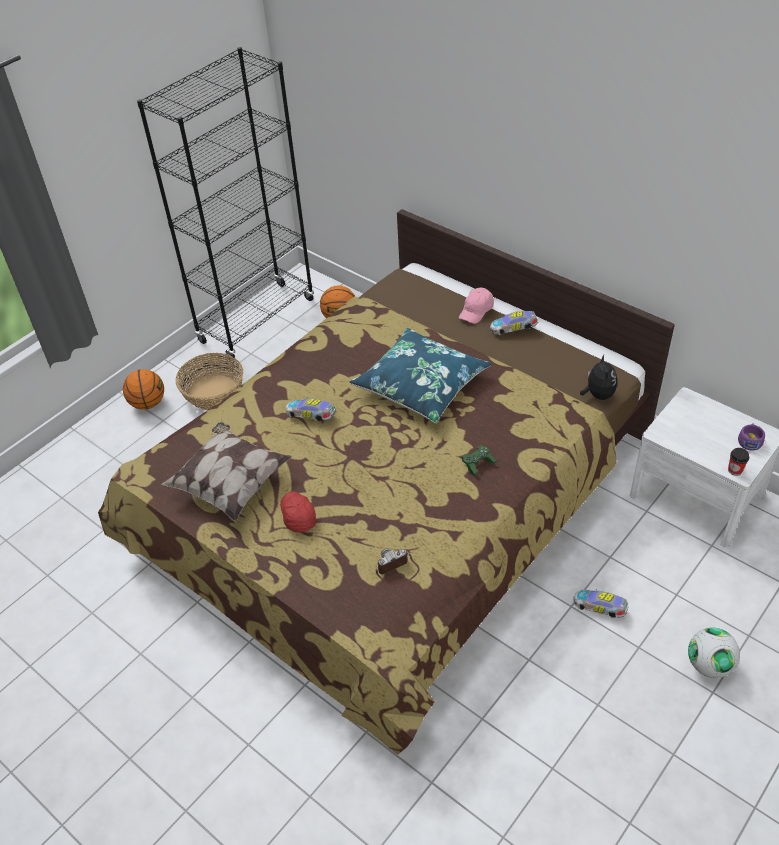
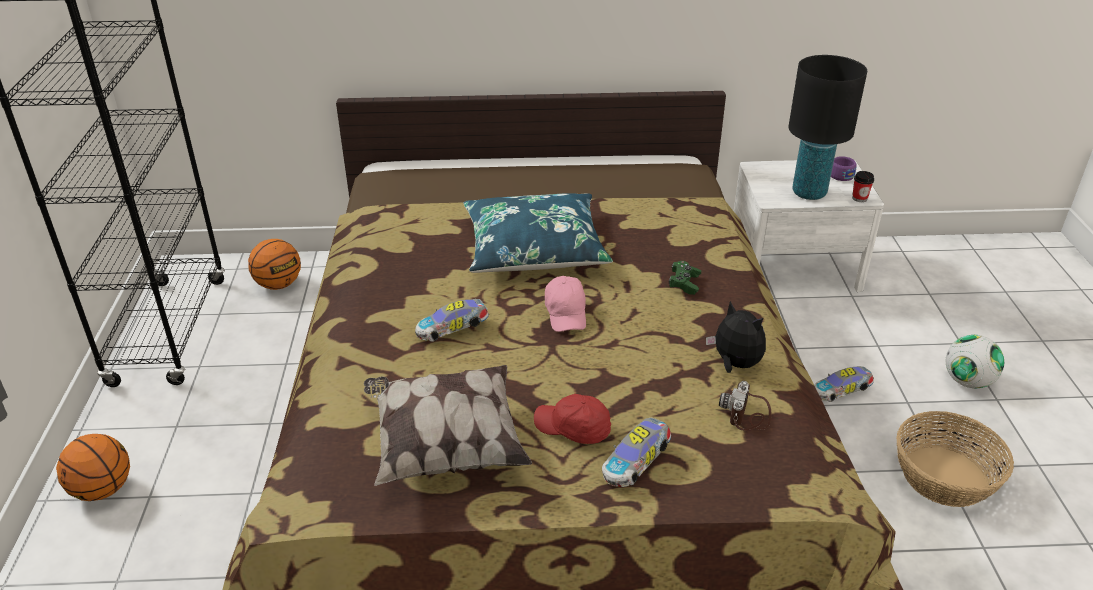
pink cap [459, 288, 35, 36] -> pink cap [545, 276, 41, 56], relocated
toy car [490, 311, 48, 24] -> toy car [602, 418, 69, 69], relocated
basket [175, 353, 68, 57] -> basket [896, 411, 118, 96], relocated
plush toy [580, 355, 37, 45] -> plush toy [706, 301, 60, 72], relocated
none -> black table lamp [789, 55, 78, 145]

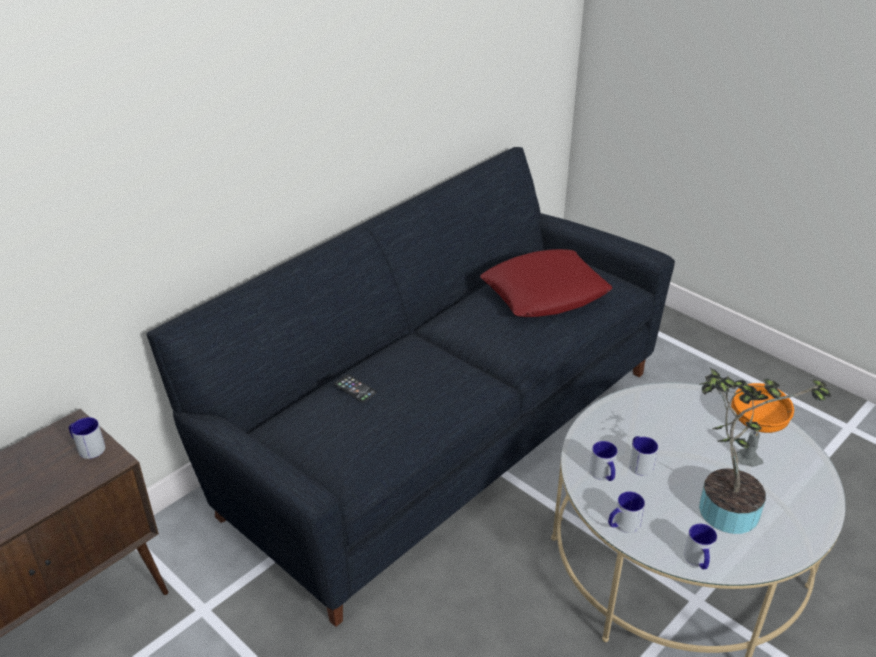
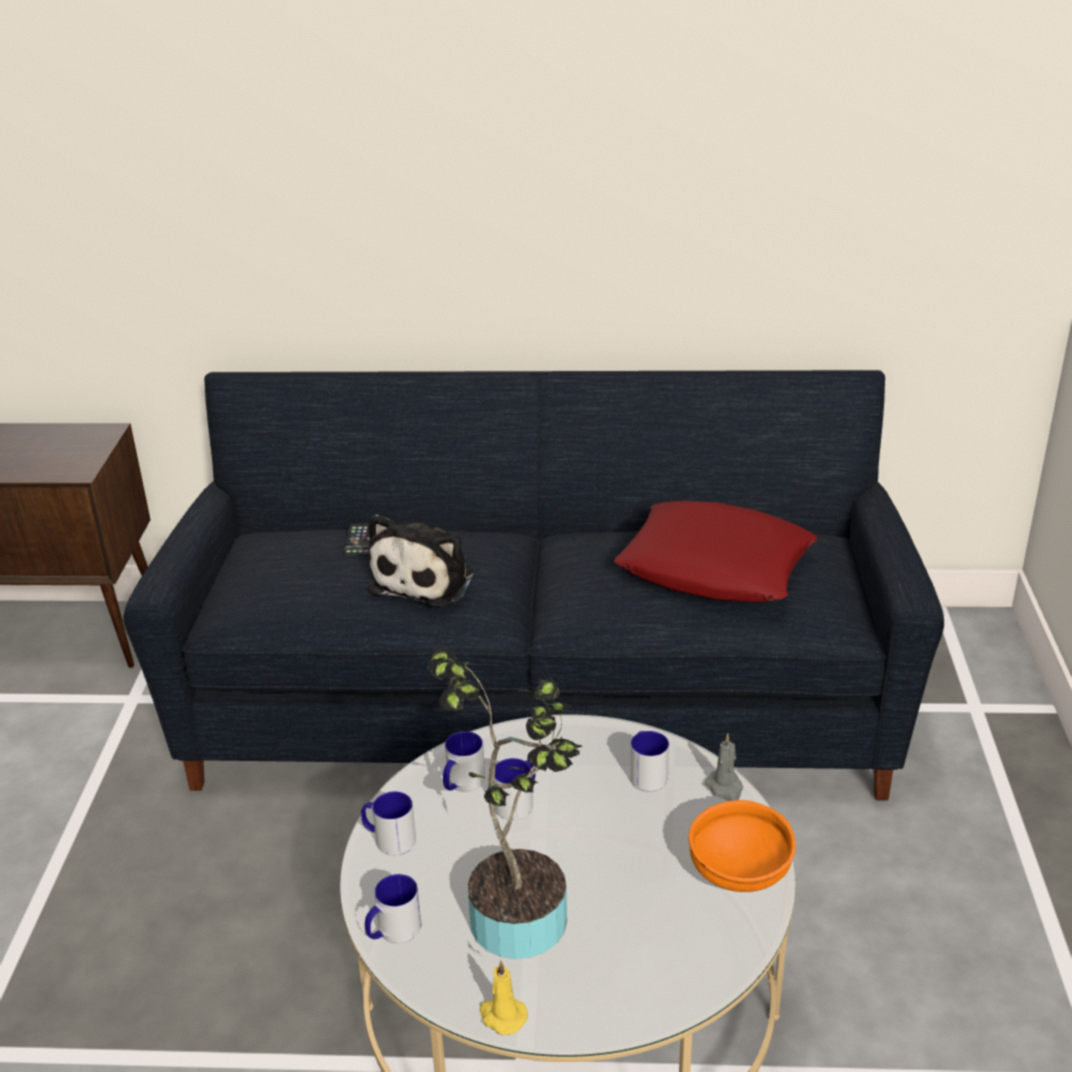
mug [69, 417, 36, 42] -> mug [630, 731, 39, 60], relocated
grey candle [737, 431, 26, 36] -> grey candle [705, 733, 38, 68], relocated
none -> plush toy [368, 514, 106, 93]
none -> yellow candle [480, 960, 48, 75]

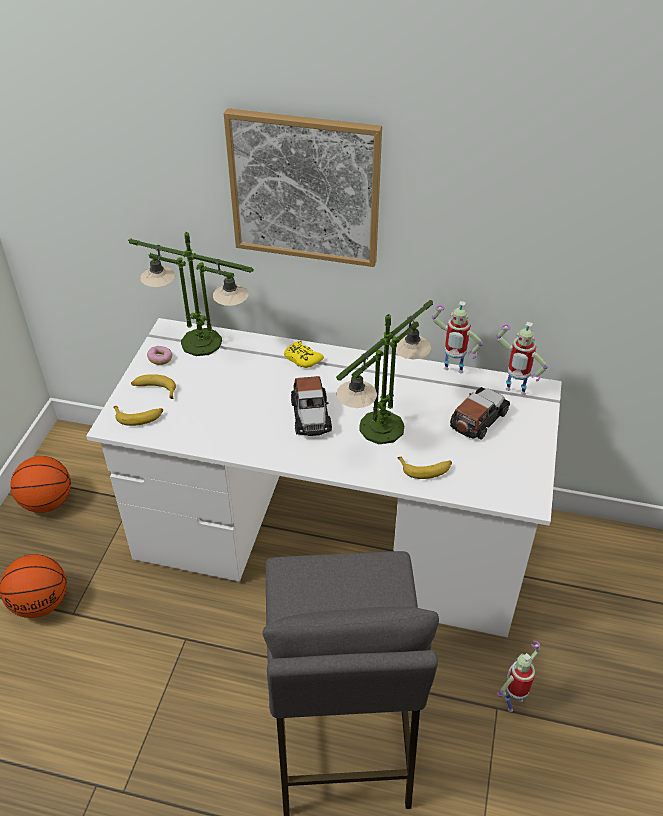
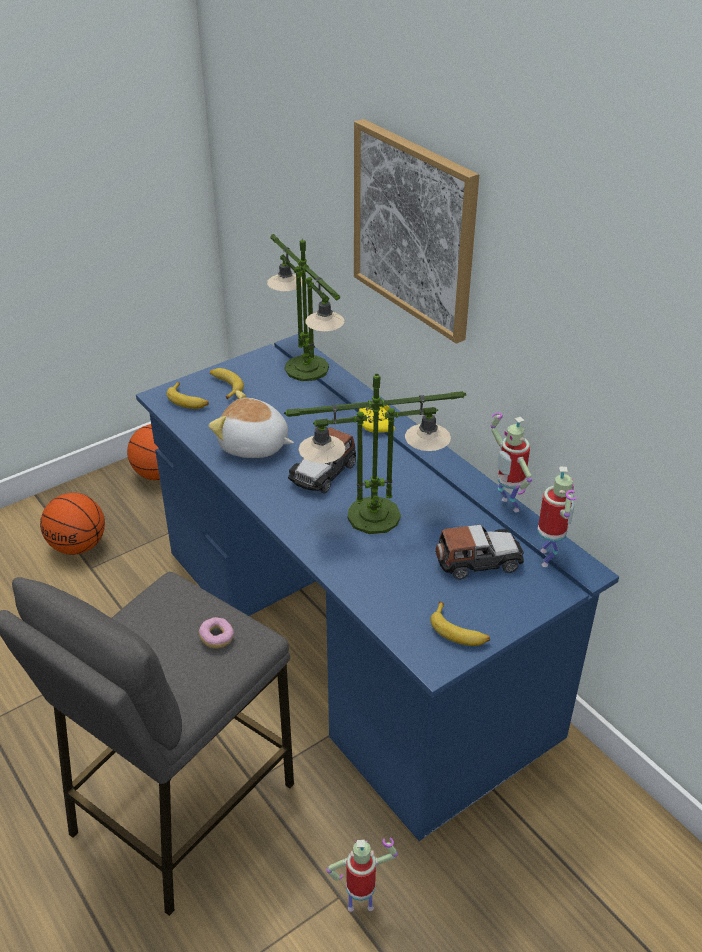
white desk [86, 318, 476, 319] -> blue desk [136, 334, 483, 507]
toy robot [497, 322, 51, 73] -> toy robot [537, 466, 40, 101], 150 degrees counterclockwise
donut [147, 346, 25, 19] -> donut [199, 617, 35, 31], relocated
banana [398, 457, 54, 22] -> banana [431, 601, 59, 45], relocated
none -> plush toy [209, 390, 85, 68]

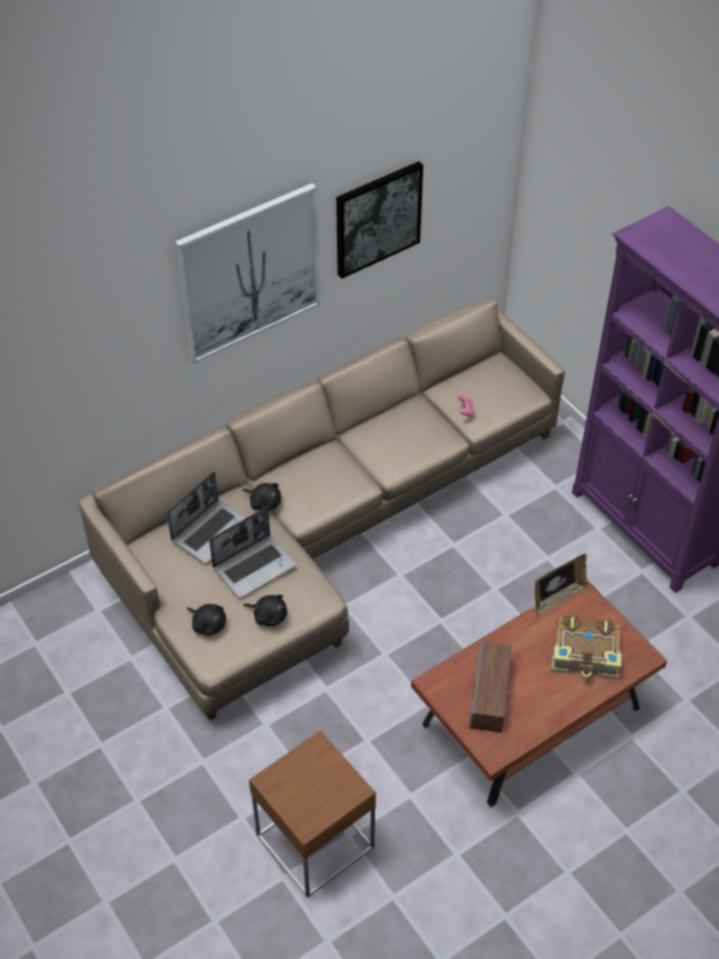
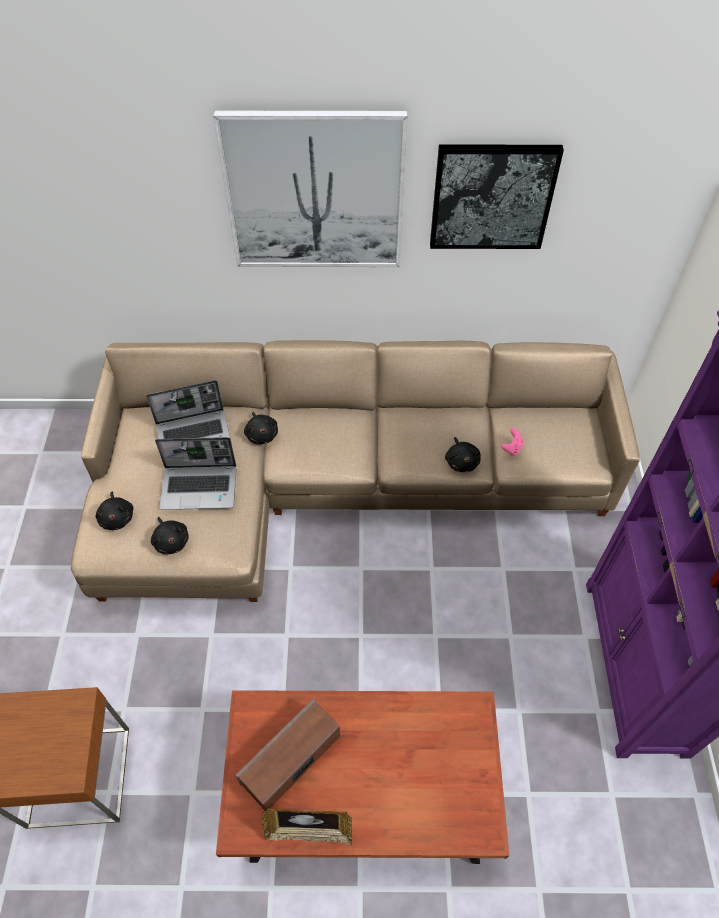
picture frame [535, 554, 53, 62] -> picture frame [261, 809, 91, 36], relocated
book [552, 615, 69, 64] -> none
none -> black plush toy [445, 437, 36, 35]

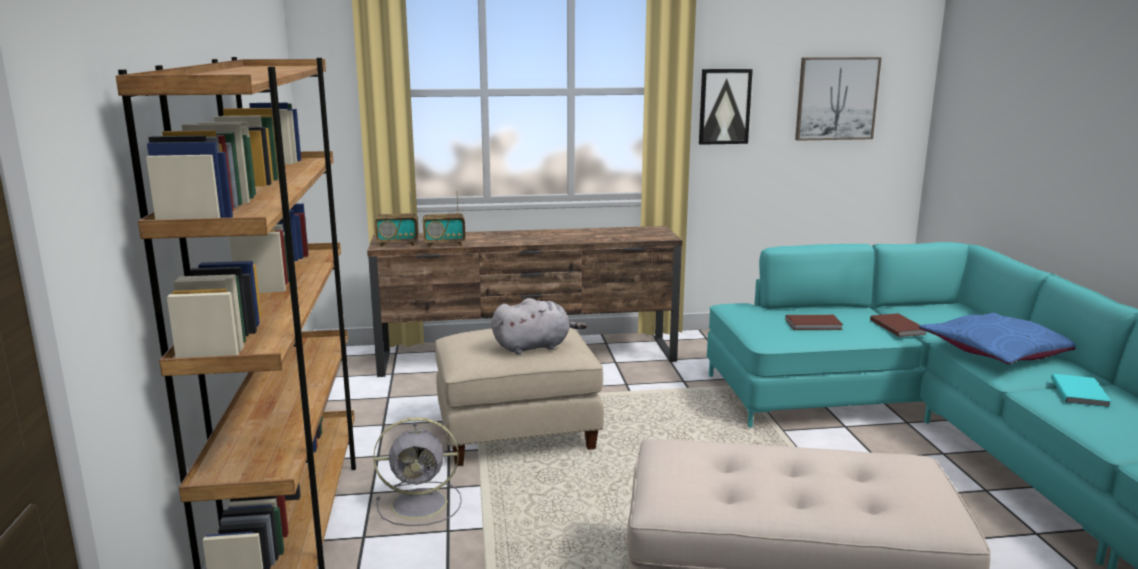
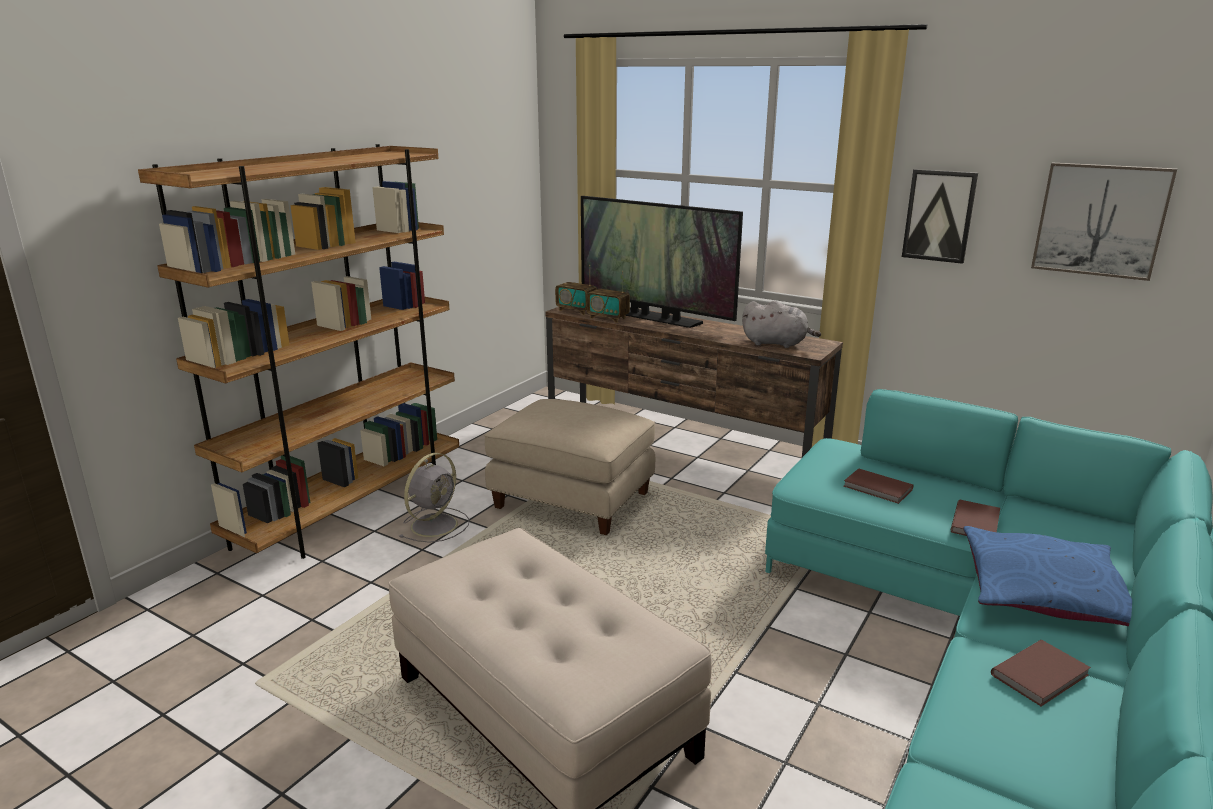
grey plush toy [491, 298, 96, 57] -> grey plush toy [742, 301, 79, 47], relocated
turquoise book [1051, 374, 61, 34] -> brown book [991, 640, 100, 66]
grey fan [373, 417, 89, 109] -> grey fan [399, 453, 70, 90], 90 degrees counterclockwise
none -> television [581, 196, 162, 132]

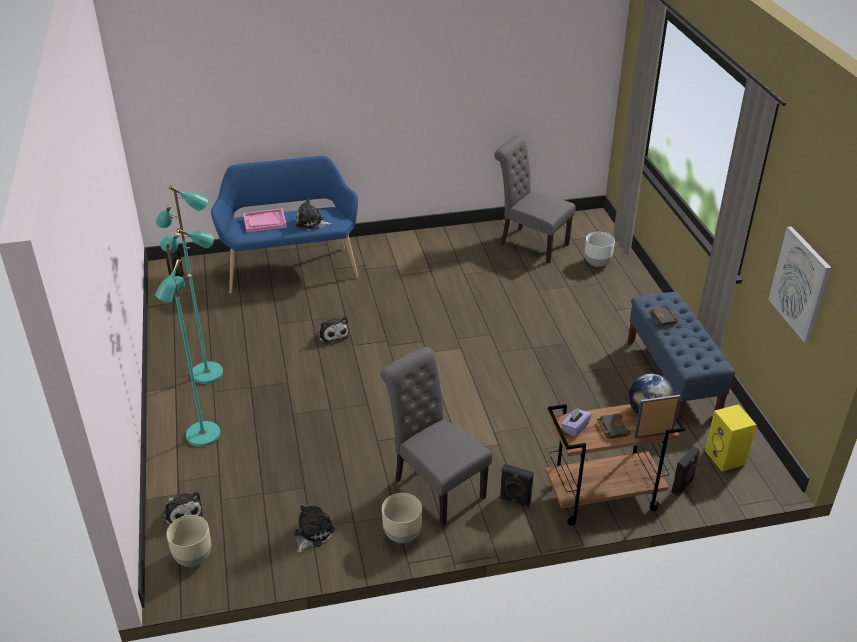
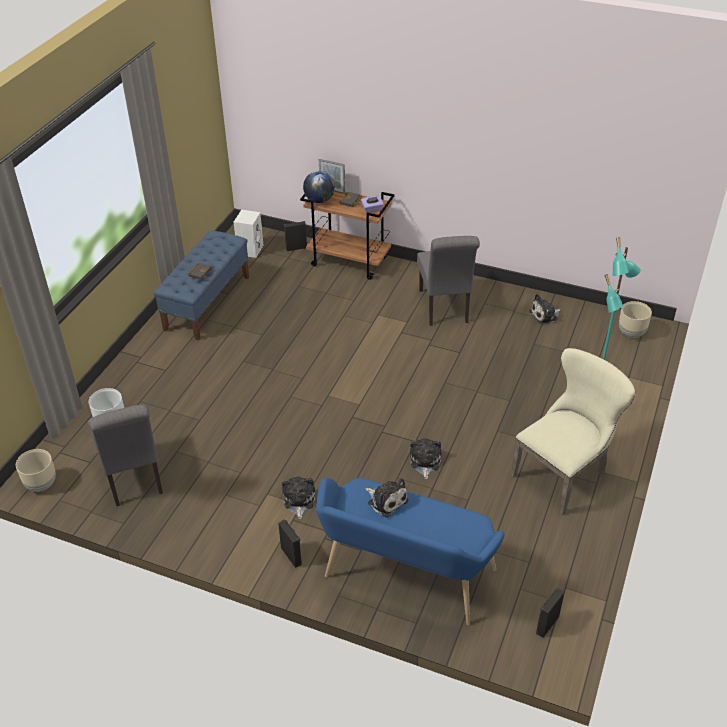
turquoise floor lamp [156, 185, 67, 199] -> beige chair [510, 348, 126, 167]
pink tray [243, 208, 44, 25] -> none
picture [768, 226, 63, 117] -> none
yellow speaker [705, 404, 52, 67] -> white speaker [234, 210, 29, 48]
black speaker [500, 464, 34, 43] -> black speaker [278, 519, 24, 49], relocated
plush toy [163, 492, 40, 33] -> plush toy [282, 477, 33, 42], relocated
beige planter [382, 493, 40, 50] -> beige planter [16, 449, 40, 43], relocated

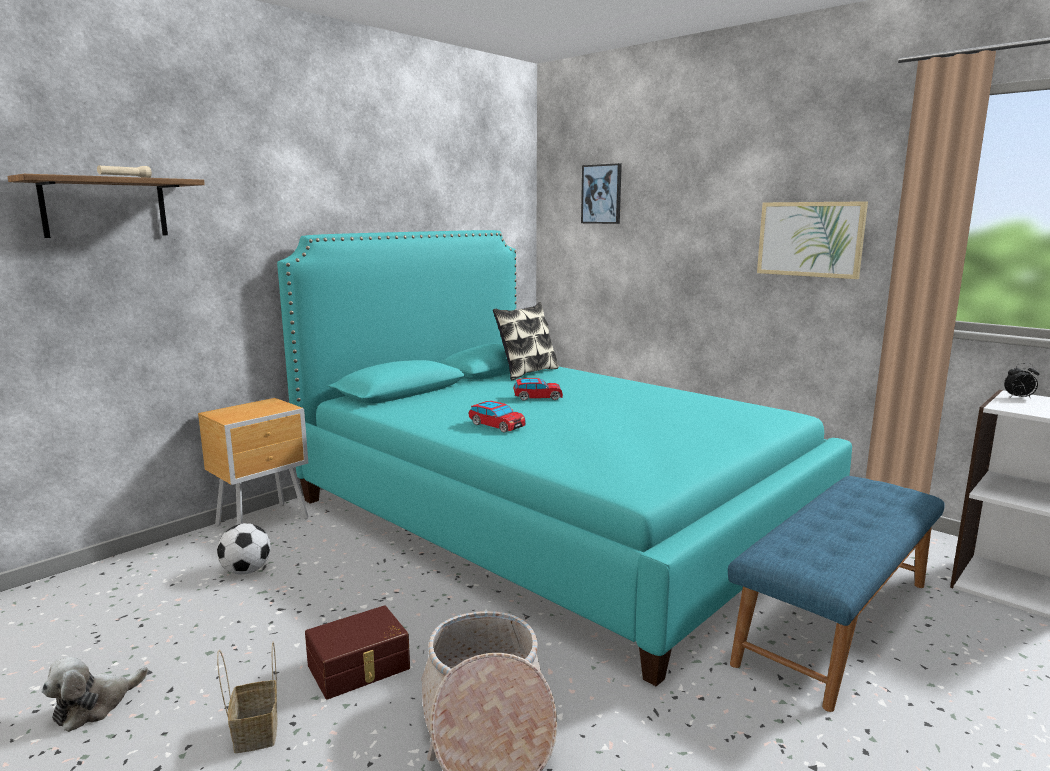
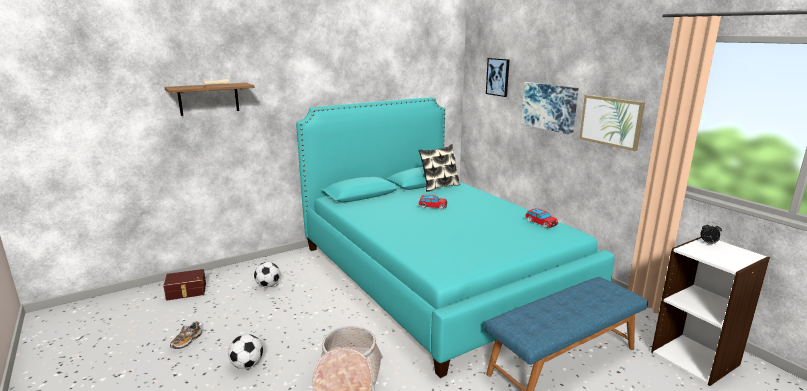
brown nightstand [198, 398, 110, 128] -> none
toy car [469, 401, 57, 32] -> toy car [525, 208, 33, 20], relocated
brown storage box [305, 605, 105, 94] -> brown storage box [163, 269, 43, 32], relocated
basket [217, 641, 61, 112] -> football [228, 334, 35, 35]
plush toy [41, 657, 107, 75] -> shoe [170, 321, 32, 28]
none -> picture [521, 82, 57, 53]

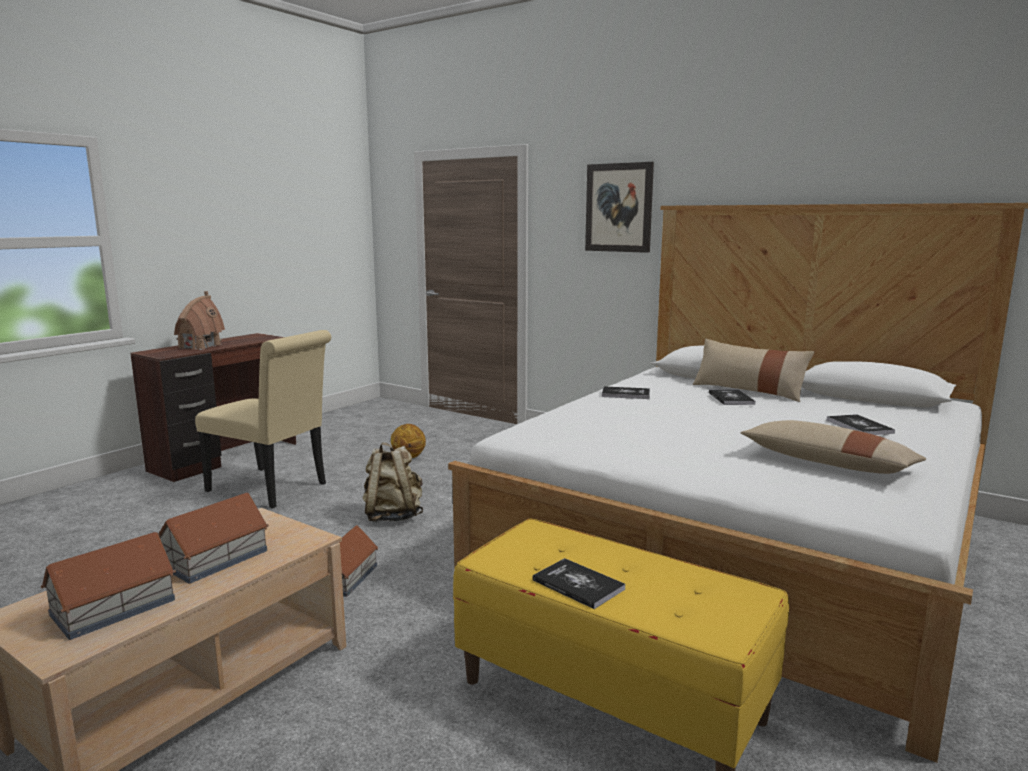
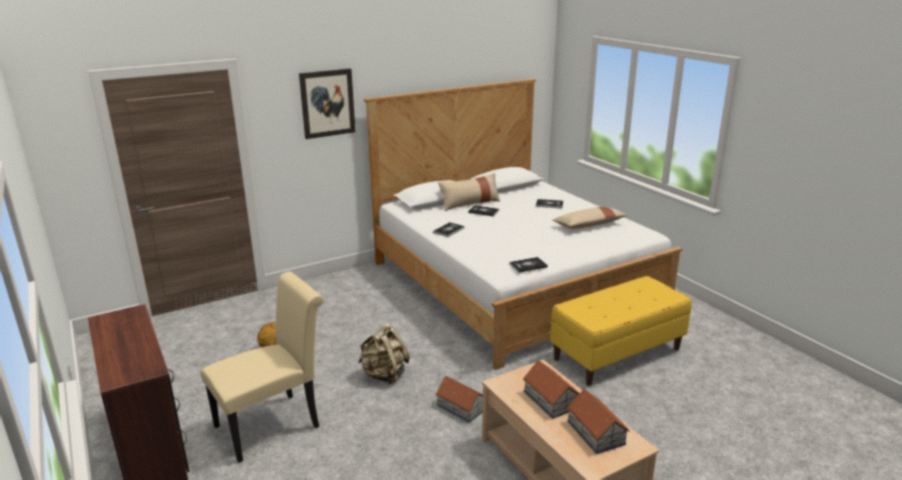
toy house [174, 291, 51, 59] -> none
book [533, 558, 92, 51] -> book [509, 257, 39, 16], relocated

